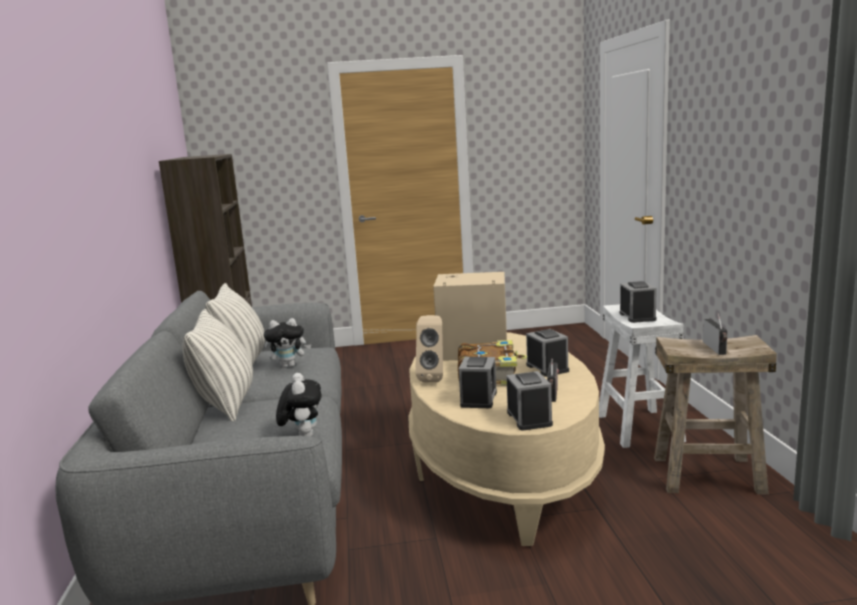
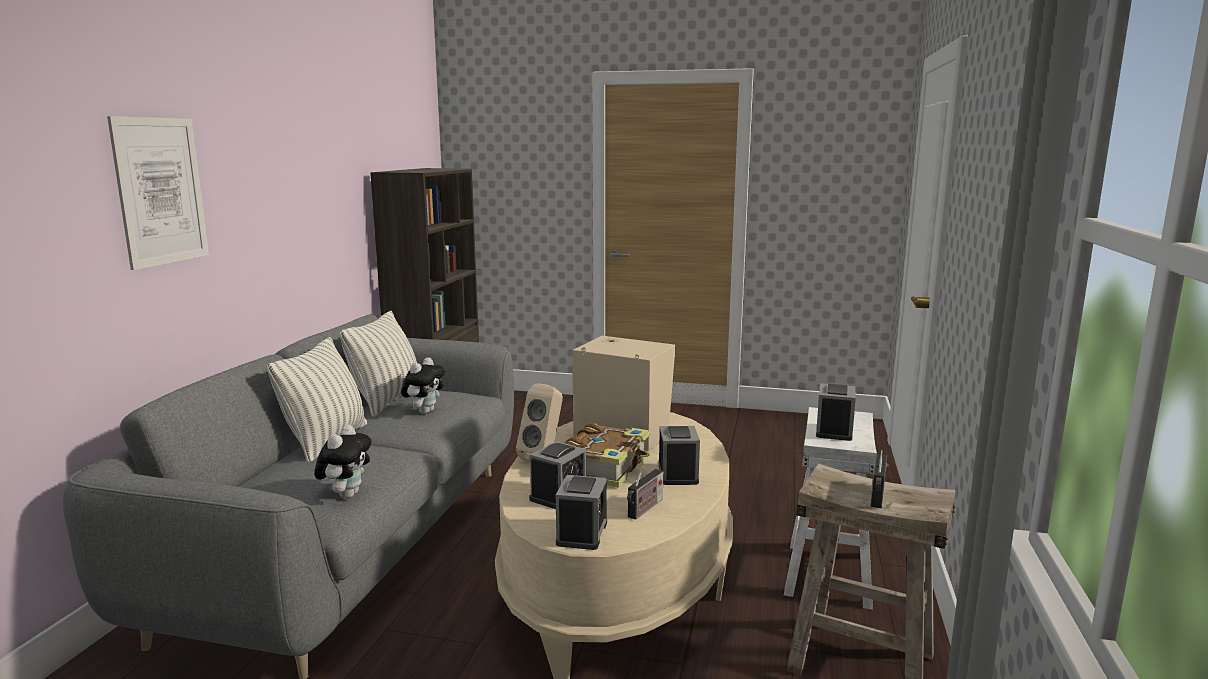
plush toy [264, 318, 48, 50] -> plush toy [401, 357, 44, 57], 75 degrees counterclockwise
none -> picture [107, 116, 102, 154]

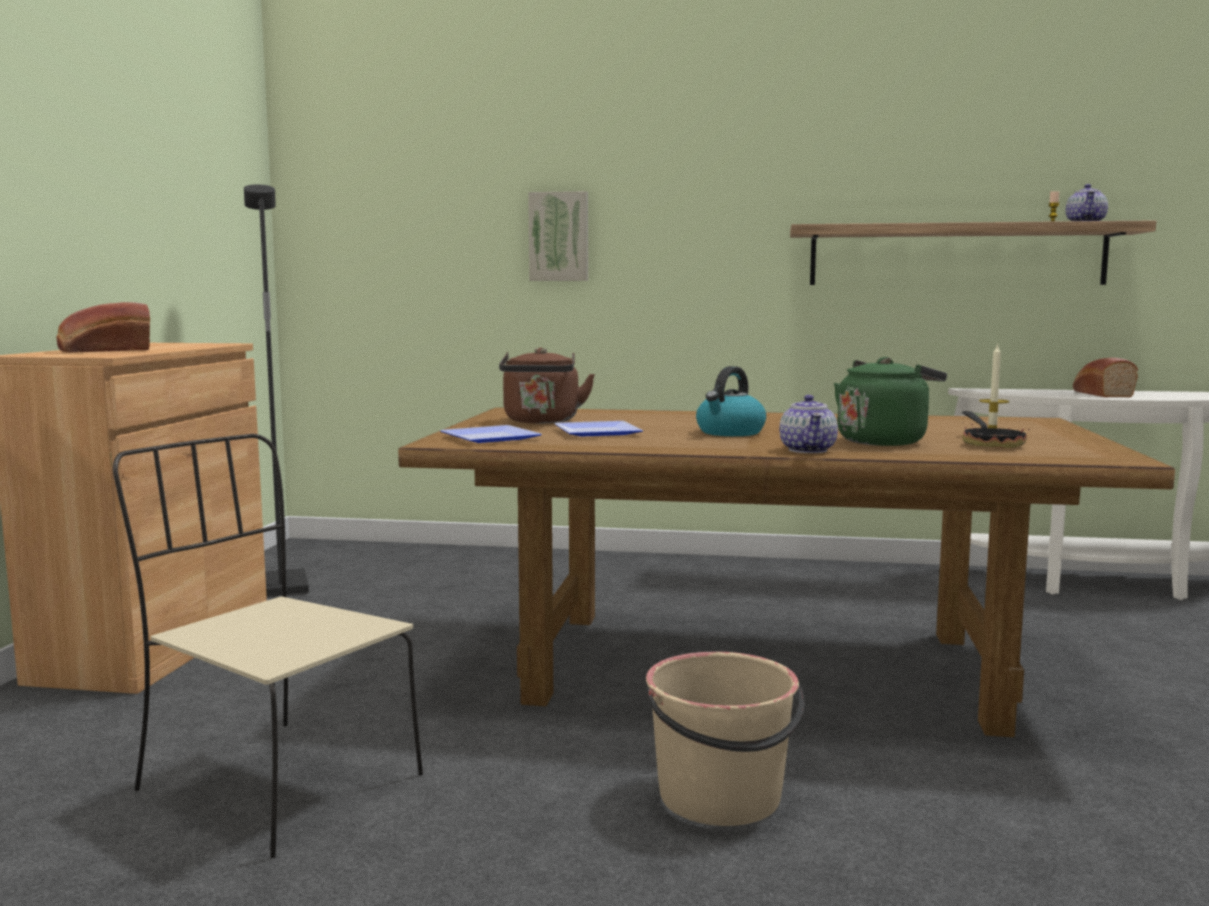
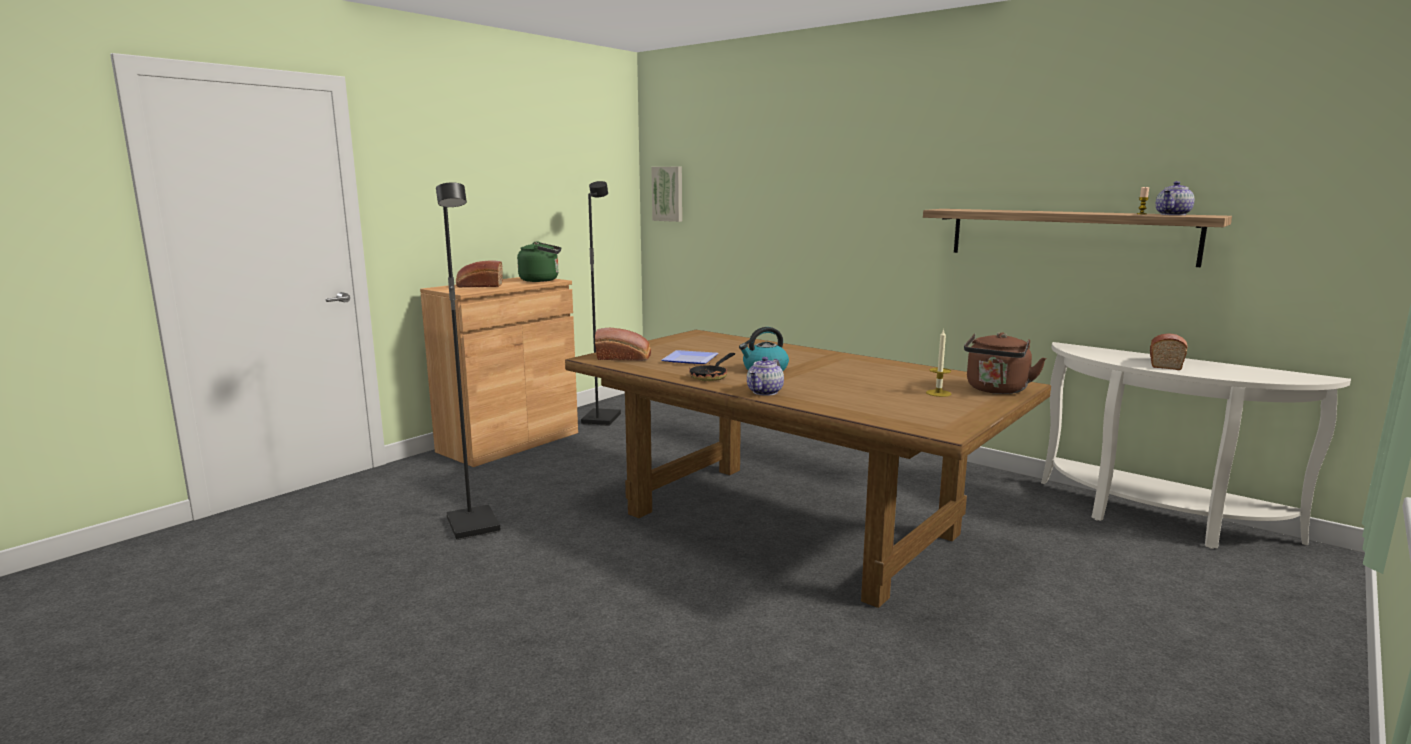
picture [528, 191, 60, 90] -> picture [651, 167, 31, 55], relocated
brown kettle [499, 347, 96, 77] -> brown kettle [964, 332, 82, 62], relocated
green kettle [834, 357, 113, 89] -> green kettle [517, 241, 44, 41], relocated
frying pan [962, 411, 68, 37] -> frying pan [689, 353, 46, 28], relocated
plate [440, 425, 102, 18] -> bread [595, 328, 56, 33]
beige chair [113, 434, 310, 424] -> black floor lamp [436, 183, 65, 357]
beige bucket [646, 652, 159, 174] -> none

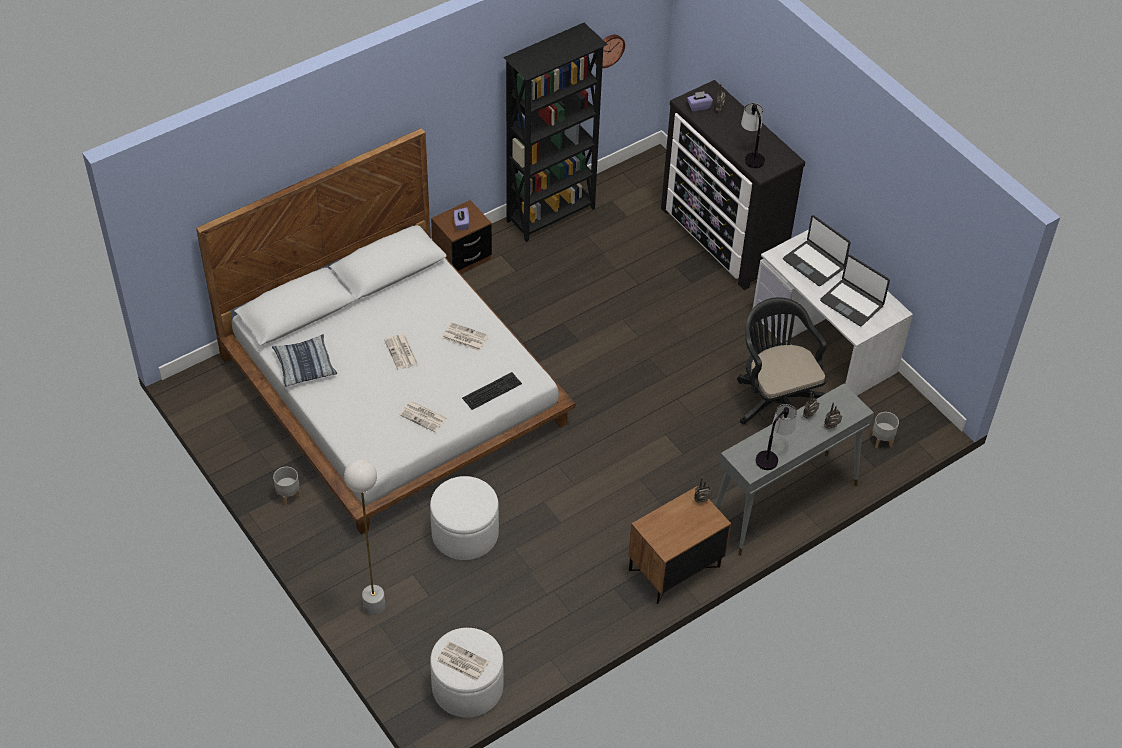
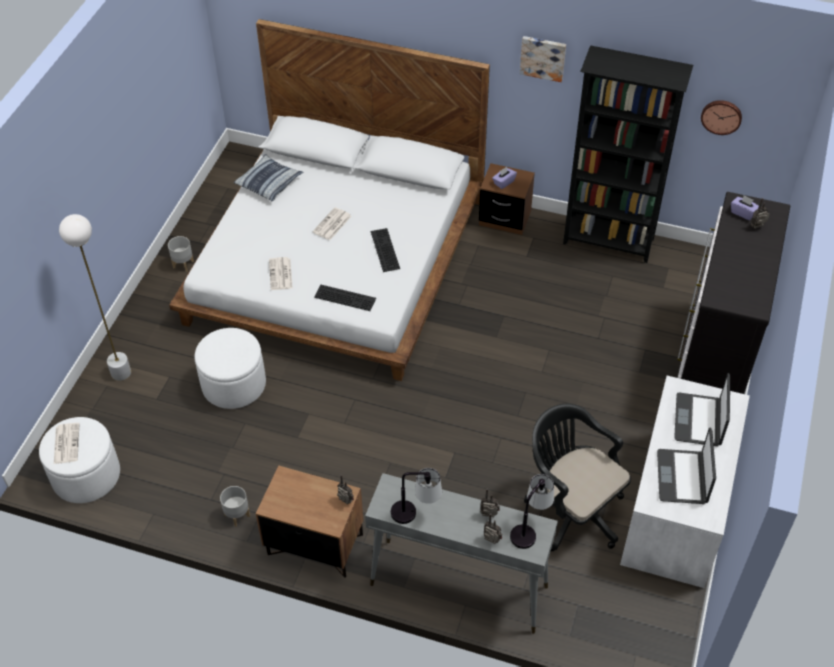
table lamp [741, 103, 24, 65] -> table lamp [510, 474, 44, 75], relocated
black office chair [737, 297, 90, 127] -> black office chair [524, 404, 107, 147], 75 degrees counterclockwise
newspaper [442, 322, 46, 29] -> keyboard [371, 228, 29, 44]
grey planter [872, 412, 27, 36] -> grey planter [220, 486, 30, 41], relocated
none -> picture [520, 36, 46, 46]

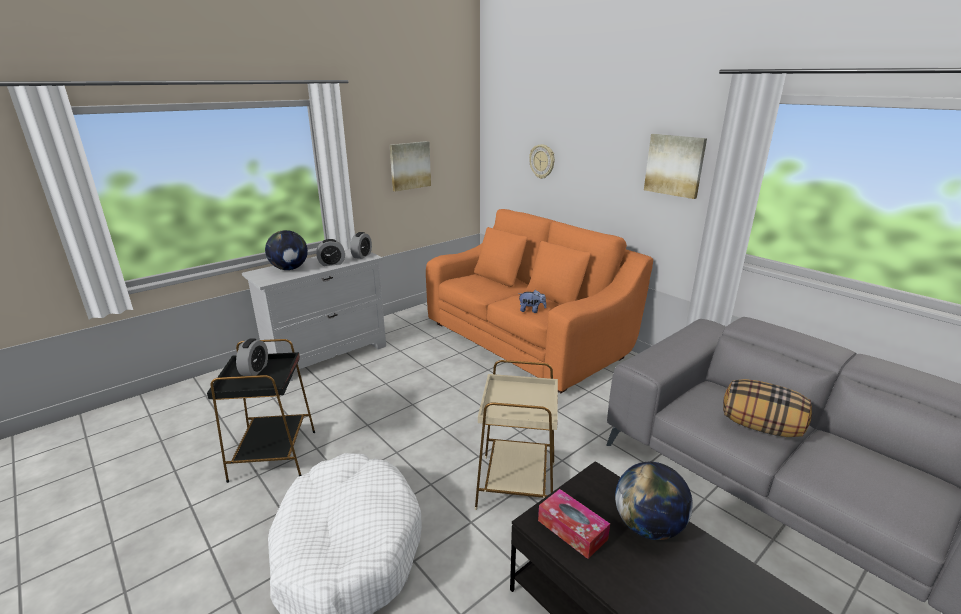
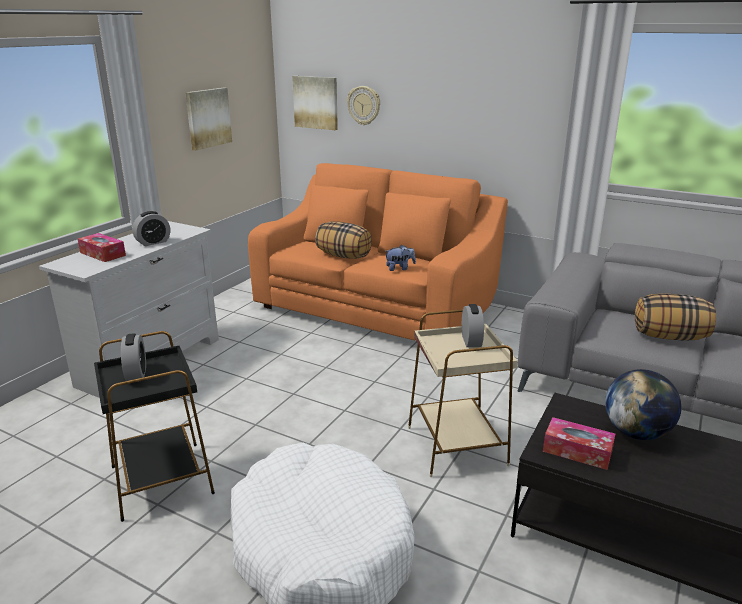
picture [644, 134, 63, 65] -> picture [292, 76, 46, 54], relocated
globe [265, 230, 43, 40] -> tissue box [78, 233, 48, 29]
alarm clock [350, 232, 22, 27] -> alarm clock [462, 304, 22, 43], relocated
none -> pillow [315, 221, 57, 38]

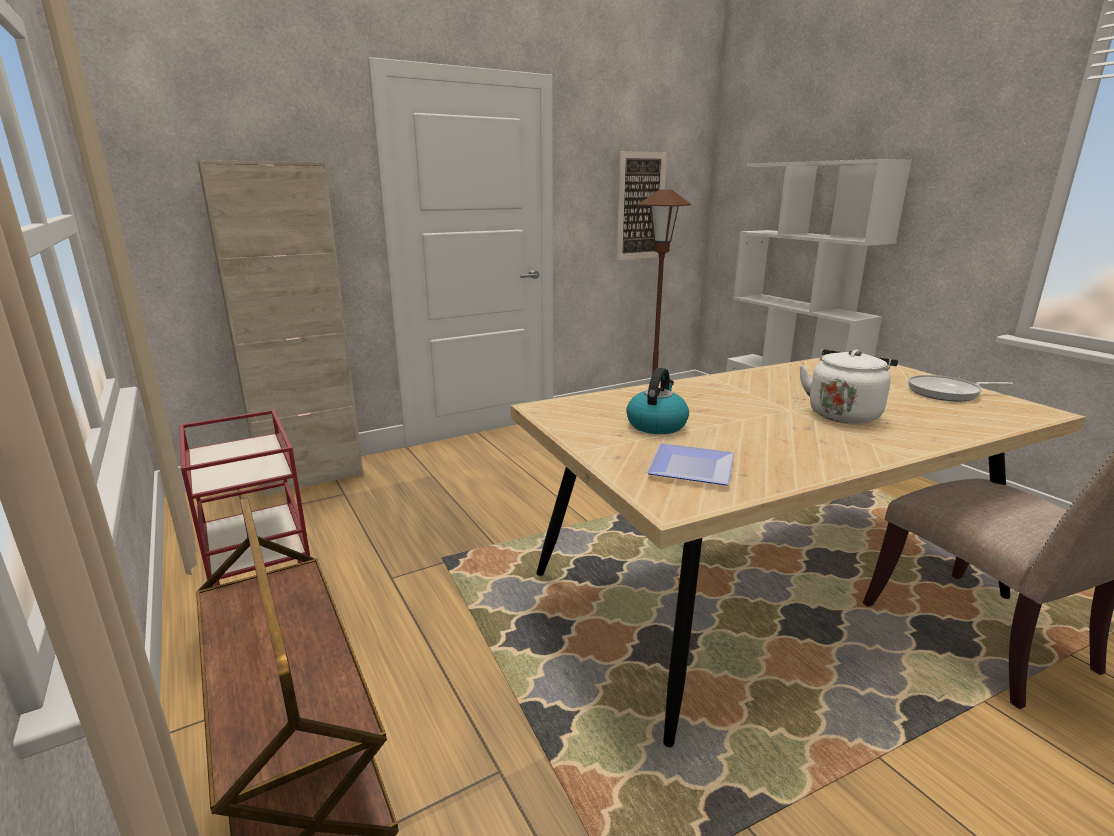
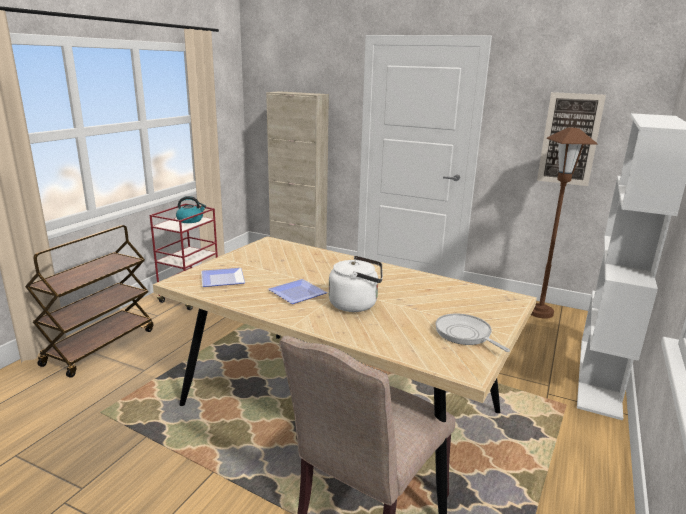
kettle [626, 368, 63, 66] -> kettle [176, 196, 30, 27], relocated
none -> plate [269, 279, 58, 25]

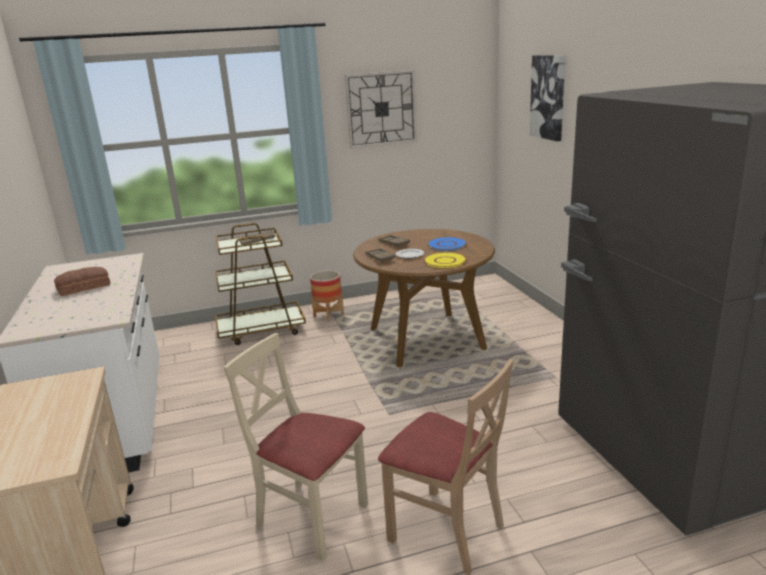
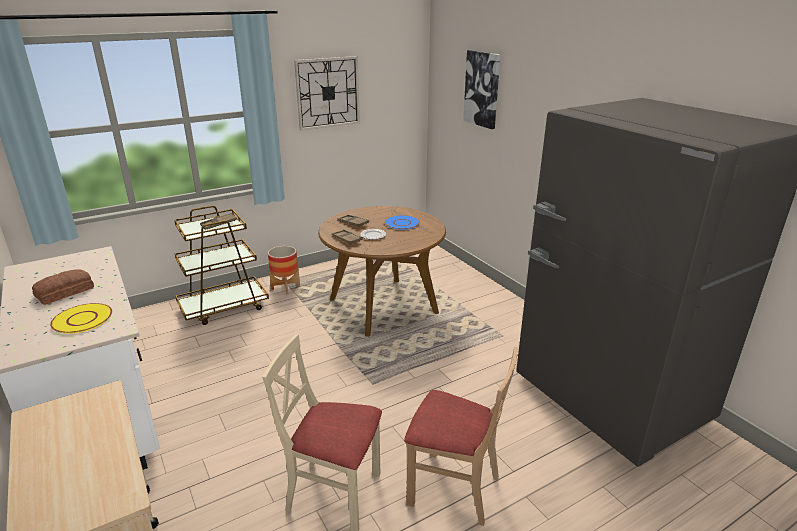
yellow plate [424, 252, 43, 16] -> yellow plate [50, 303, 62, 31], relocated

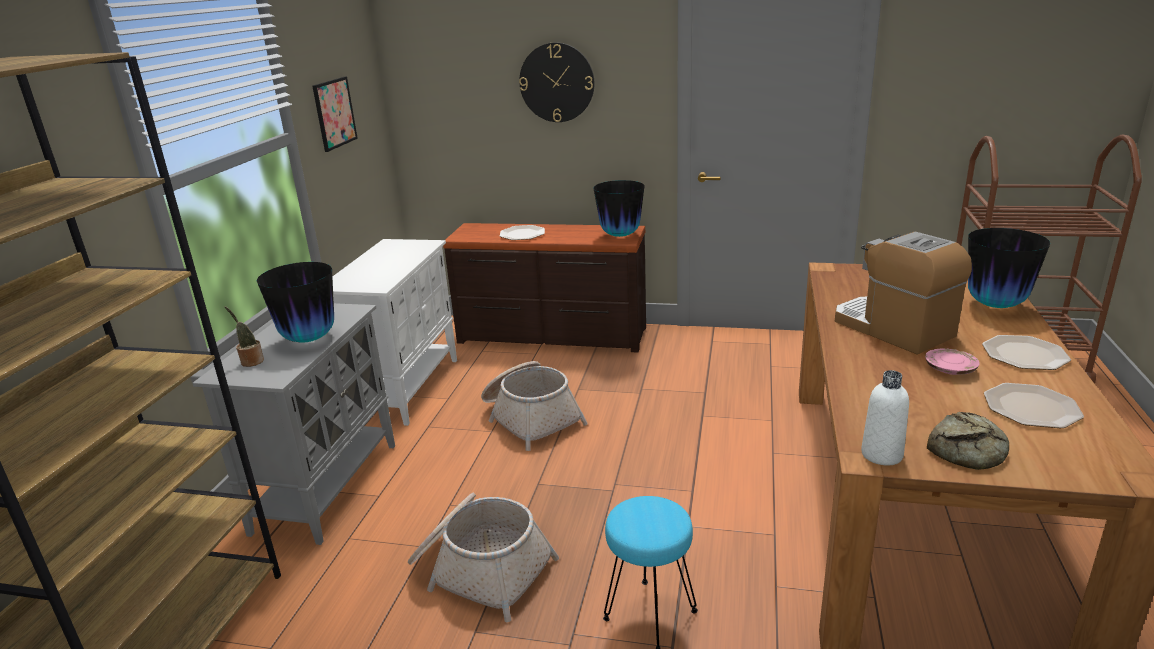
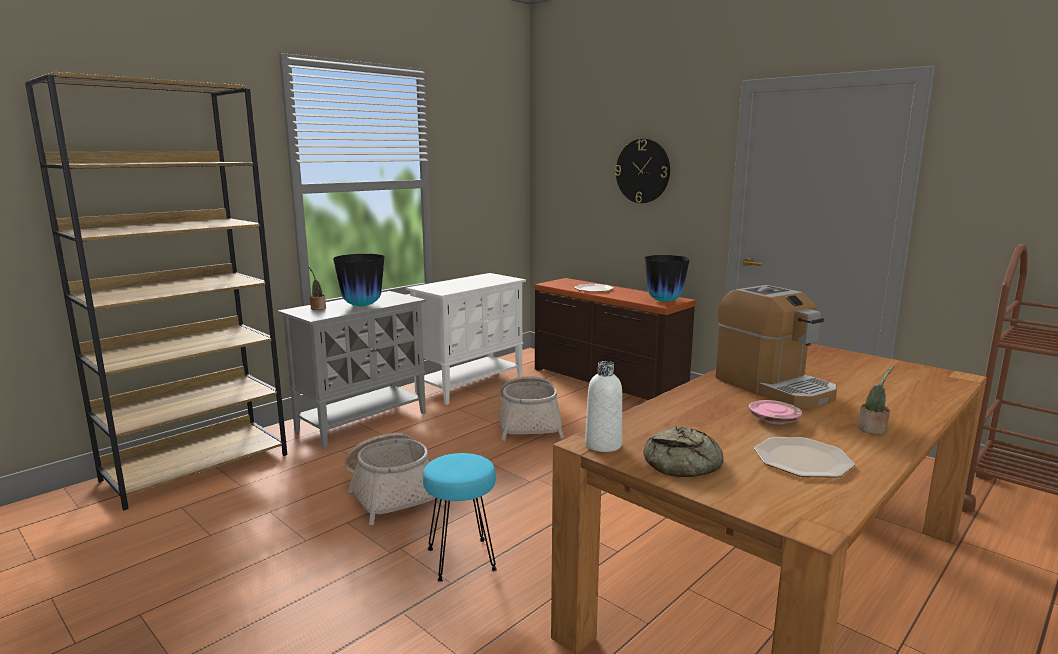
picture [312, 77, 46, 75] -> none
vase [968, 228, 82, 80] -> none
coffee machine [835, 232, 137, 122] -> coffee machine [715, 285, 122, 124], 150 degrees clockwise
plate [982, 335, 89, 35] -> potted plant [858, 366, 36, 68]

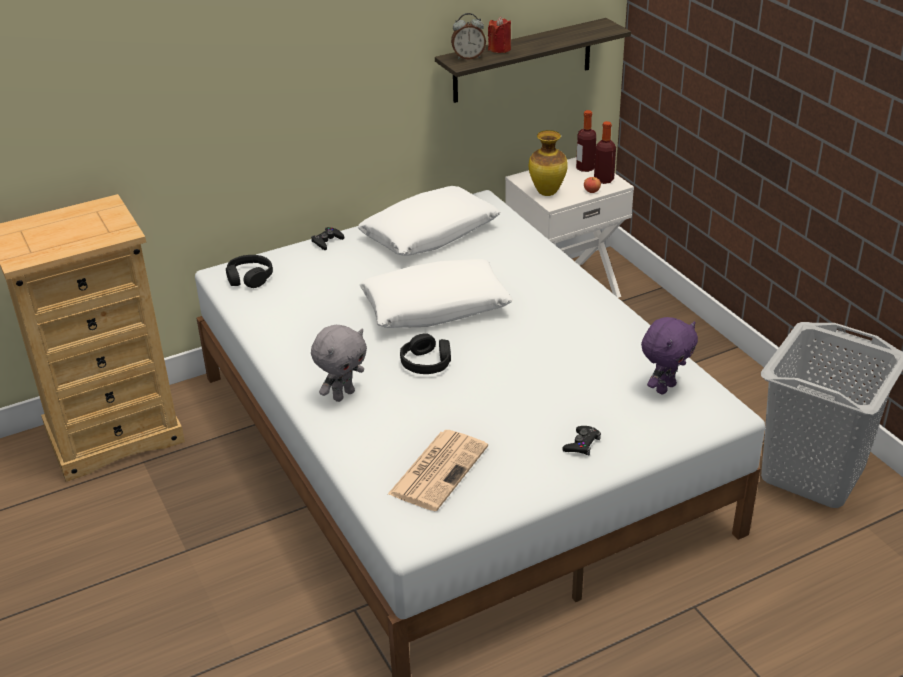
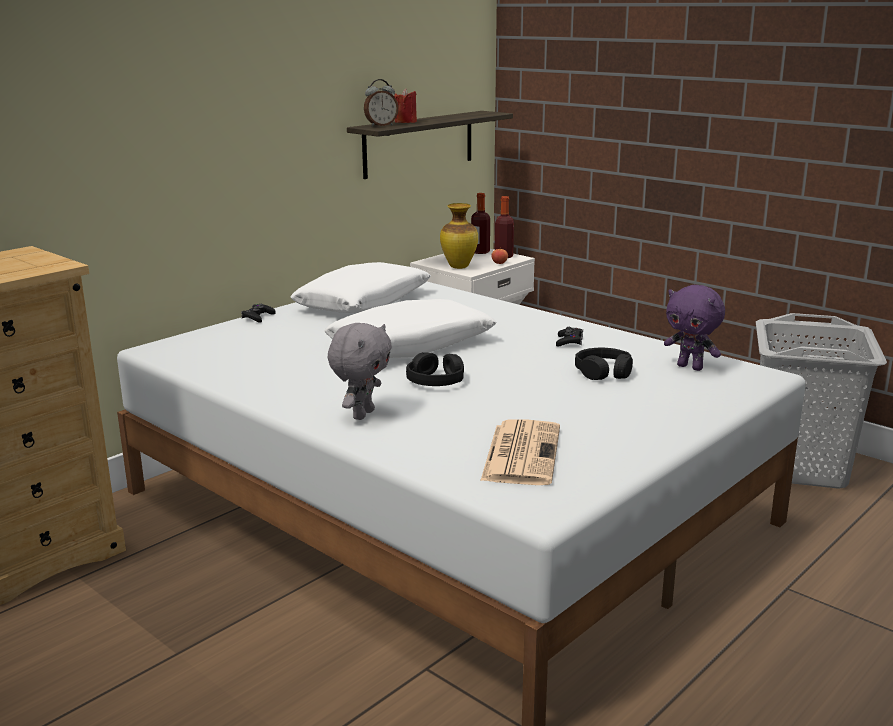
black headphones [226, 255, 47, 33] -> black headphones [575, 348, 58, 32], relocated
purple plush toy [641, 317, 57, 77] -> purple plush toy [664, 285, 61, 86], 105 degrees clockwise
black game controller [563, 426, 38, 29] -> black game controller [556, 327, 27, 20], relocated

